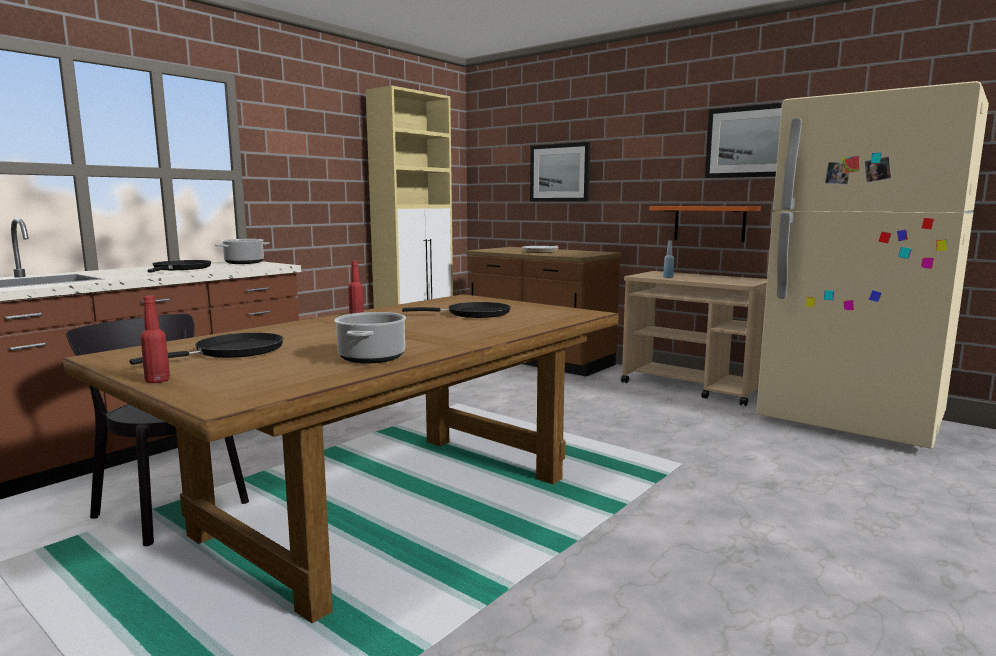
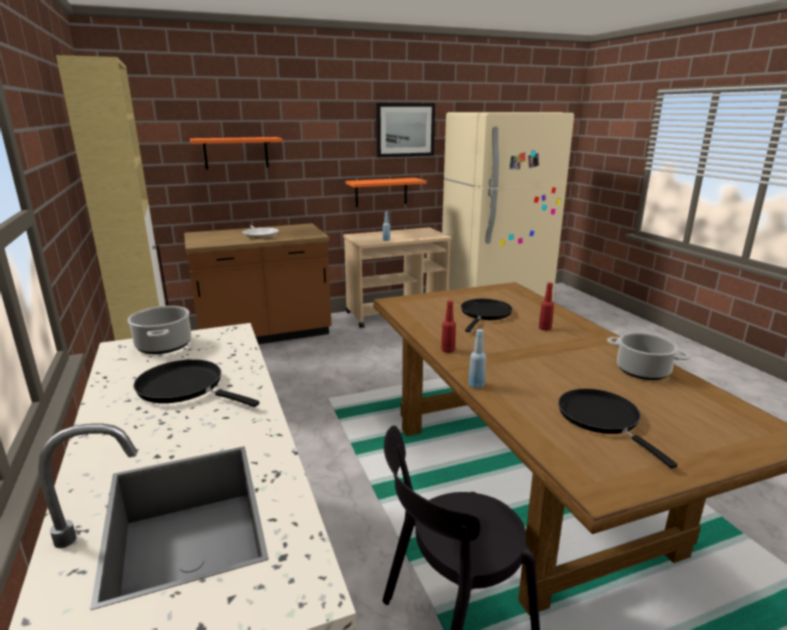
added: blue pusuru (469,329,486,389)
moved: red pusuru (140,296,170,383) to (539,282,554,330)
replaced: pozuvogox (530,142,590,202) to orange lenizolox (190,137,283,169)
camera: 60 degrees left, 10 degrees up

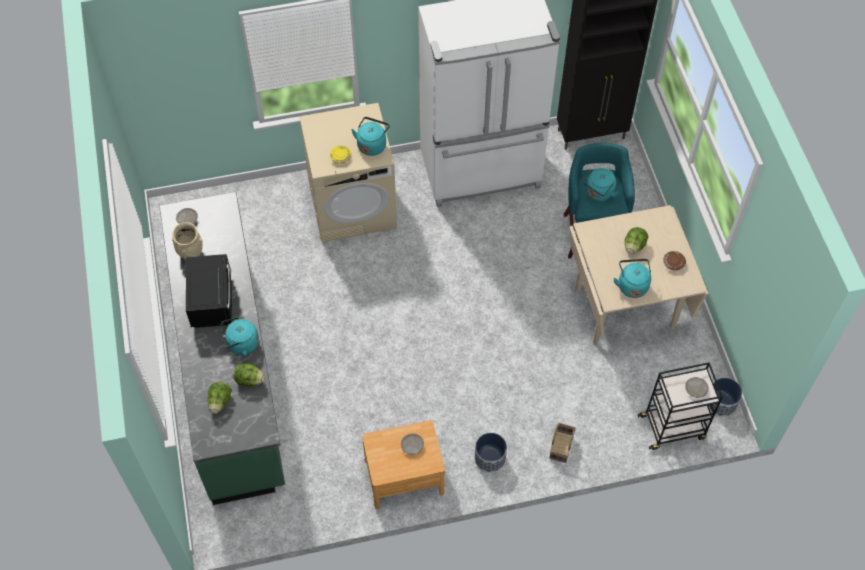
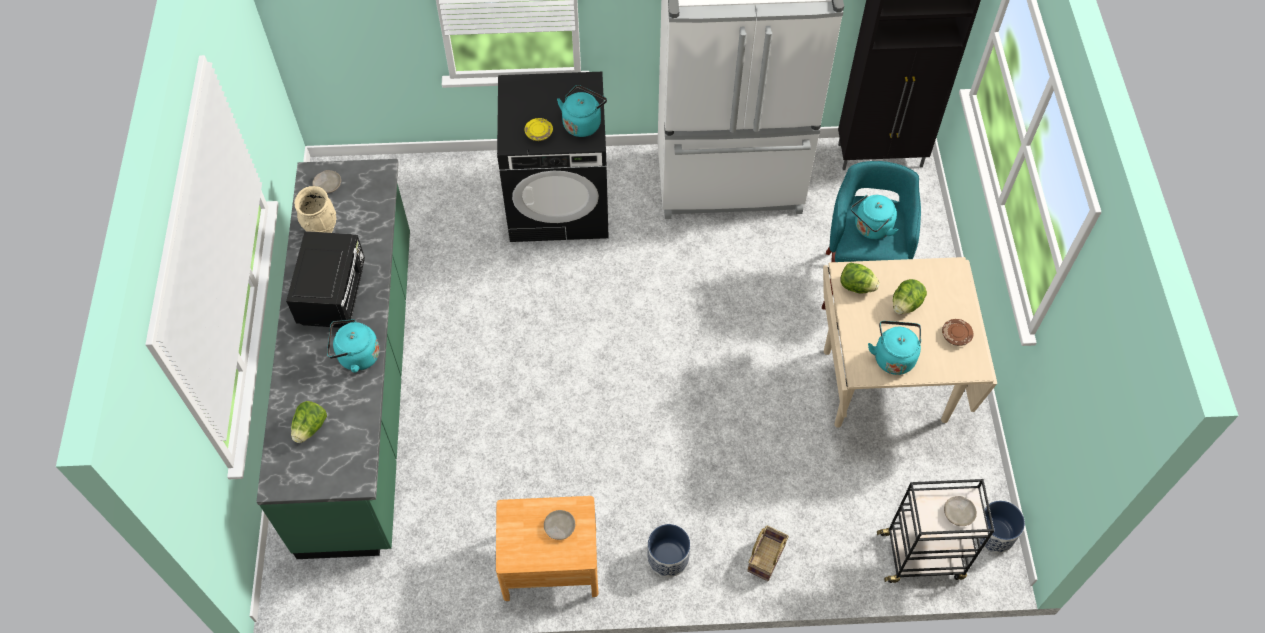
moved: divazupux (234,363,265,387) to (840,263,880,293)
recoloured: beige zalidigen (299,103,397,242) to black zalidigen (497,72,609,242)
camera: 10 degrees right, 0 degrees up

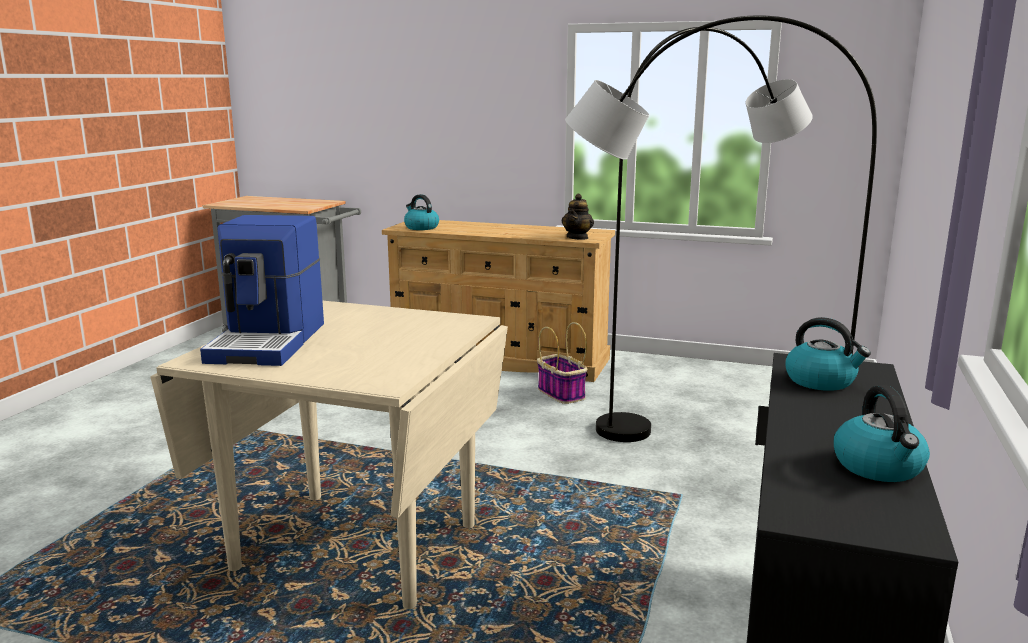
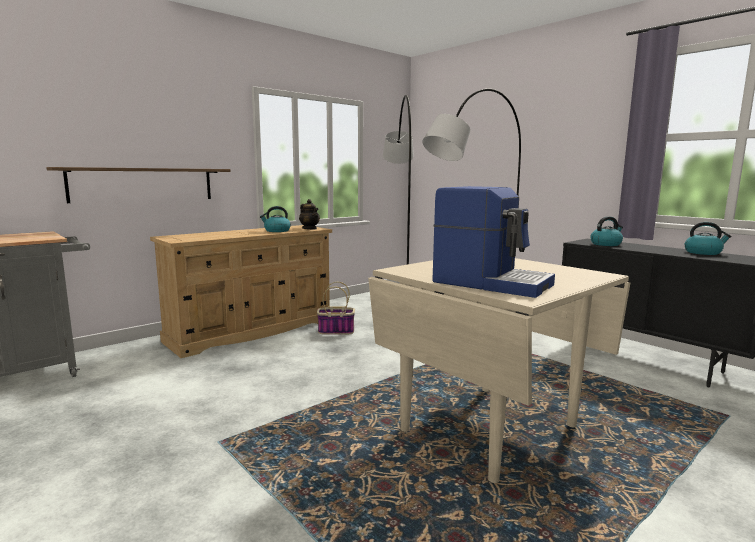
added: lenizolox (46,167,231,203)
moved: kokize (404,194,439,230) to (260,206,291,232)
camera: 60 degrees left, 5 degrees down

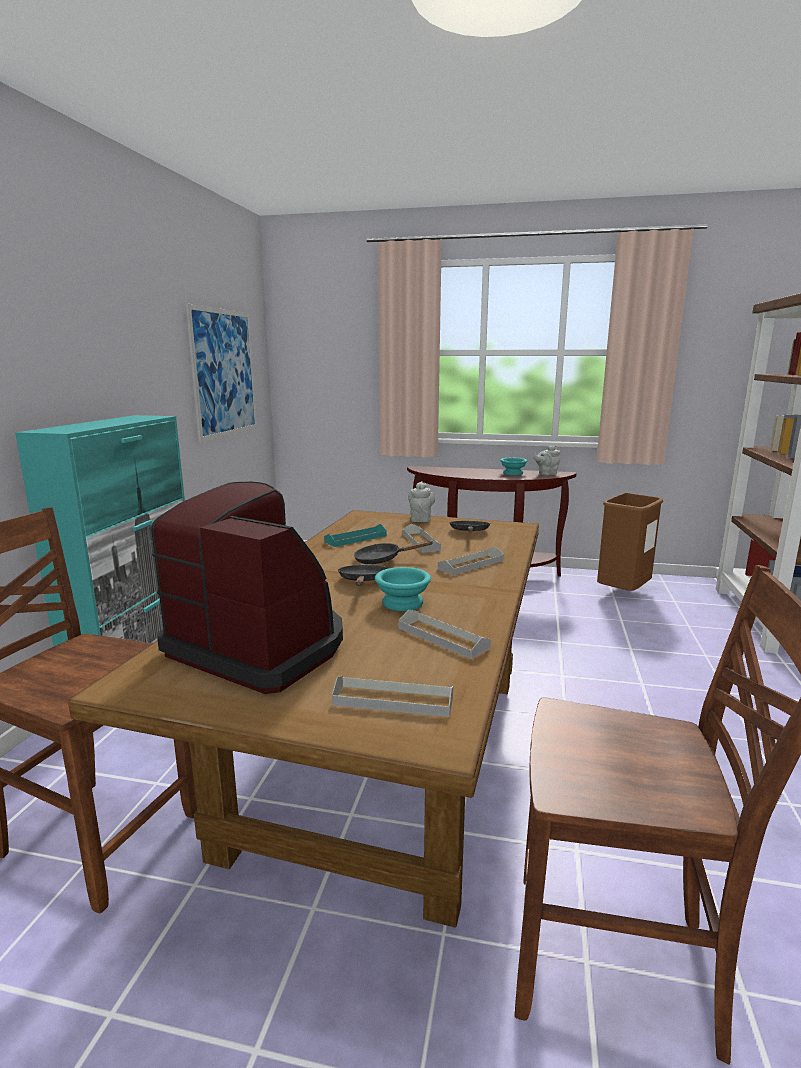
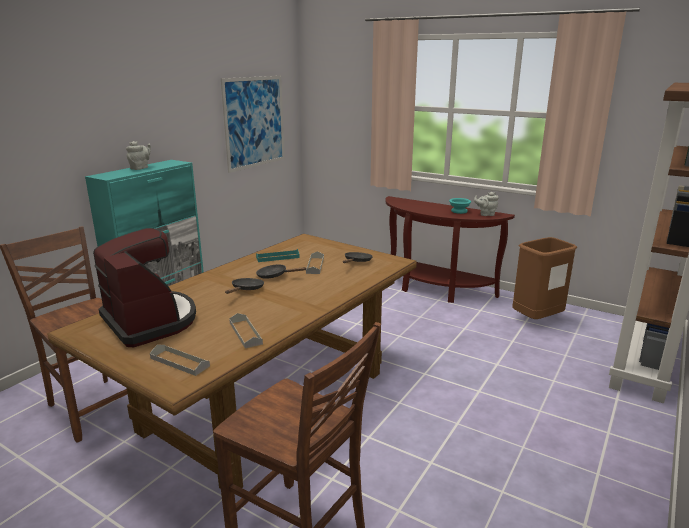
removed: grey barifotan (438,547,504,575); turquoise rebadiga (375,567,431,611)
moved: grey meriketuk (408,482,435,522) to (126,141,151,170)
camera: 20 degrees right, 5 degrees up

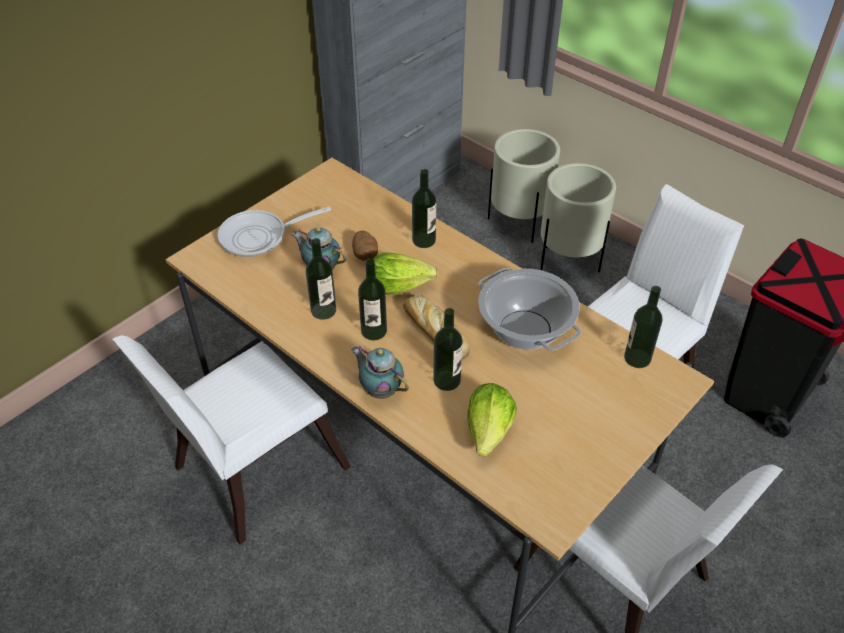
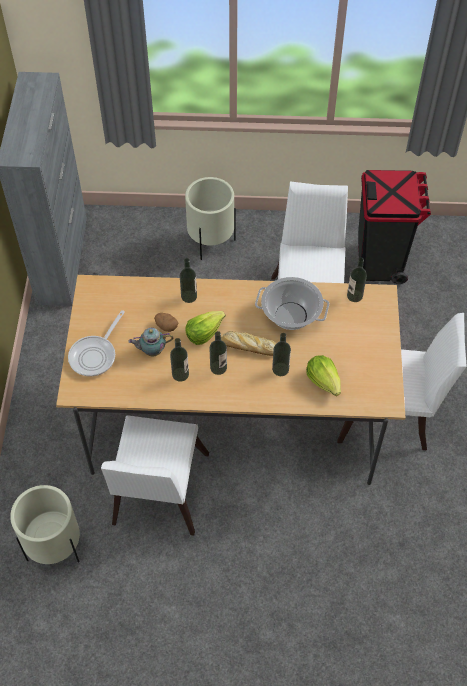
removed: meriketuk (351,346,409,399)
moved: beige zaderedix (488,129,560,243) to (10,485,80,564)
camera: 40 degrees left, 10 degrees up

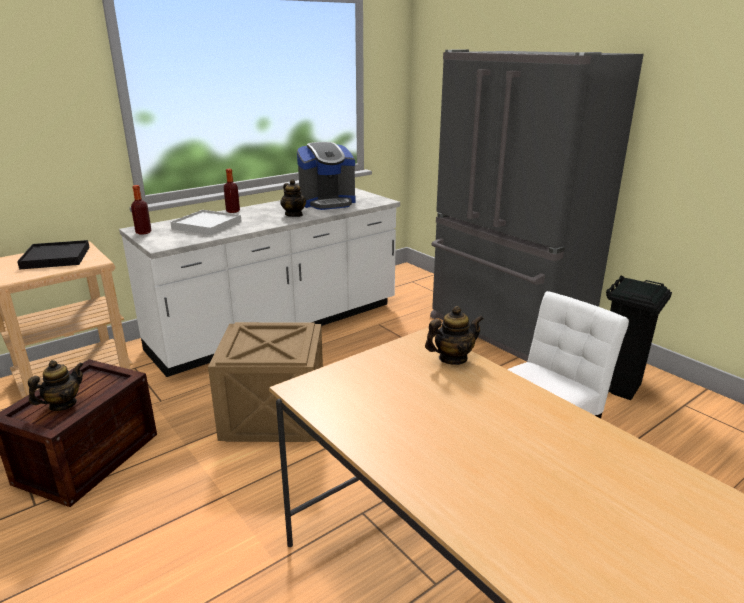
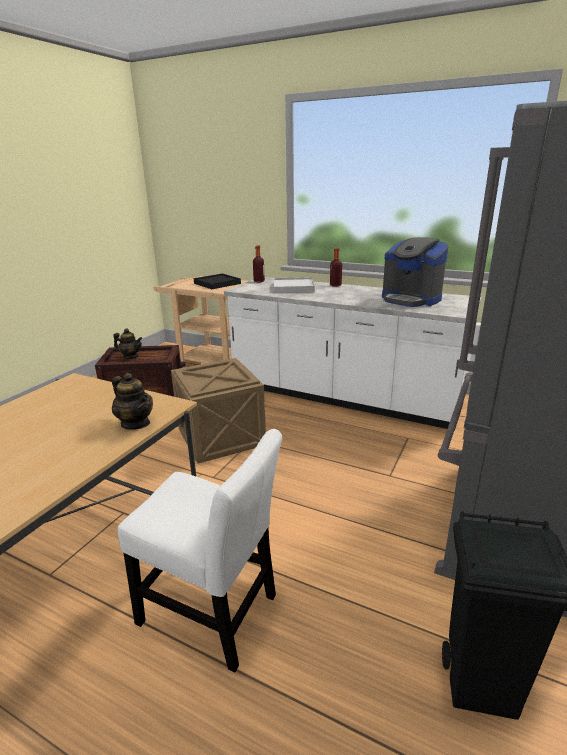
removed: meriketuk (280,179,306,217)
camera: 65 degrees right, 0 degrees up

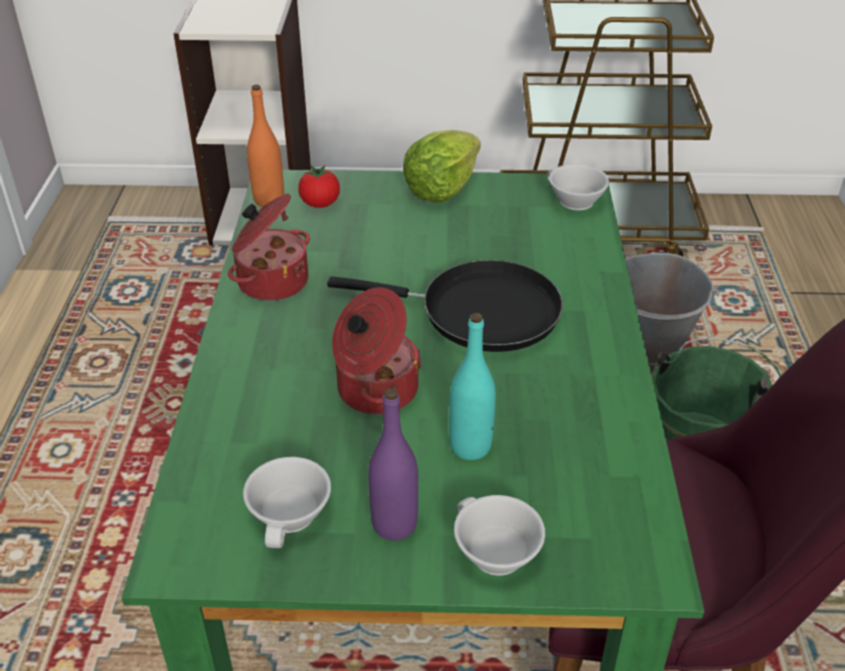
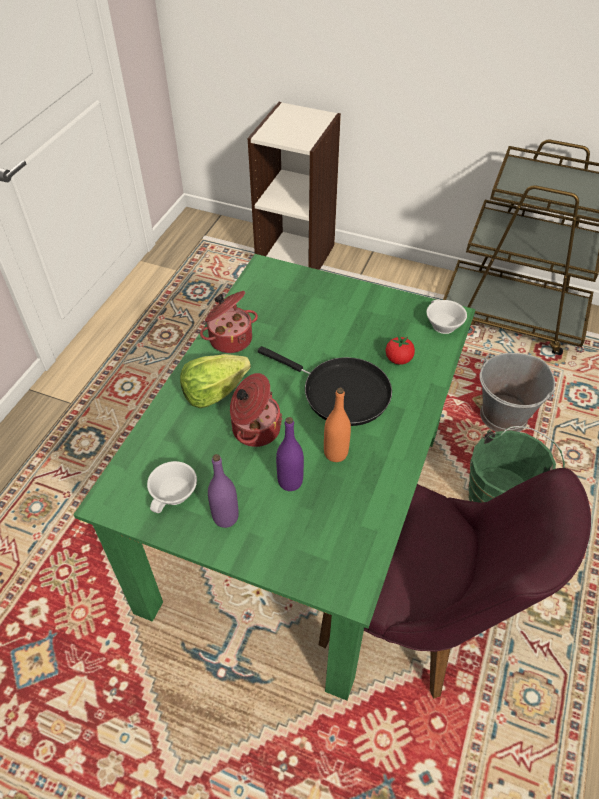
removed: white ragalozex (454,495,545,576)
moved: orange pusuru (247,85,284,207) to (324,388,351,462); divazupux (403,130,481,203) to (180,354,251,408); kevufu (298,166,340,208) to (386,335,415,365)
recoloured: turquoise pusuru (449,313,496,460) to purple pusuru (276,417,304,491)
camera: 20 degrees right, 10 degrees up

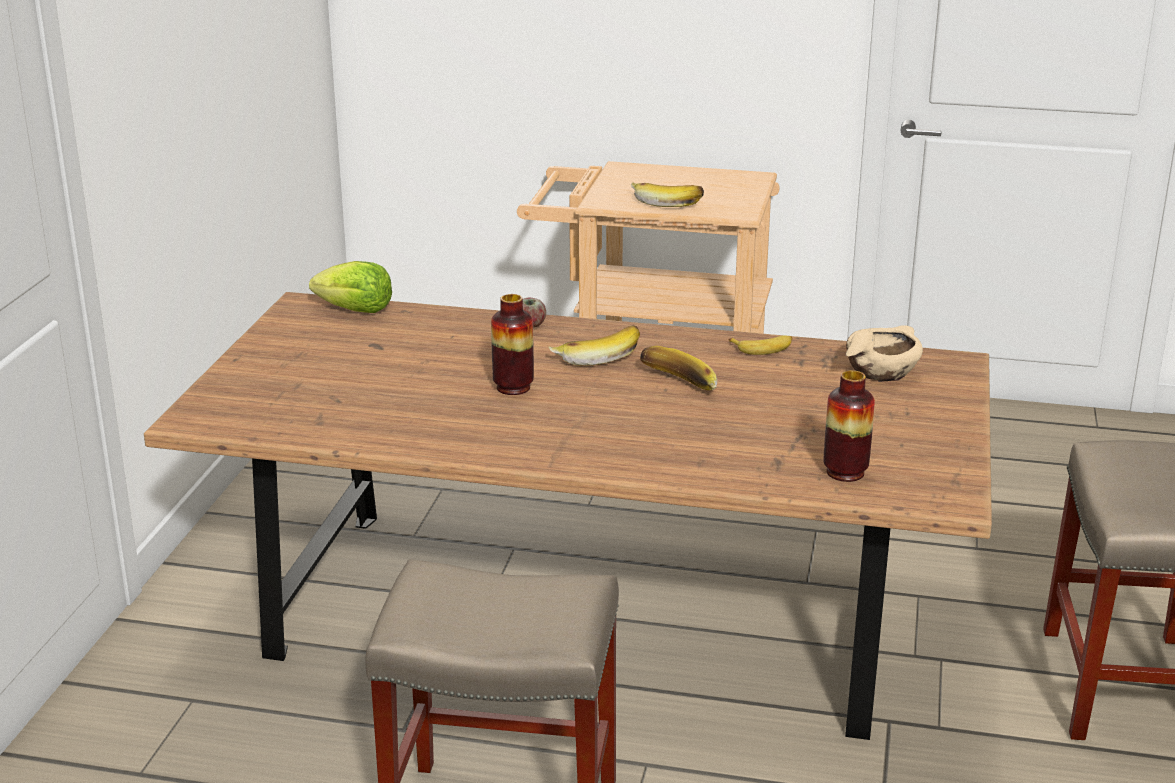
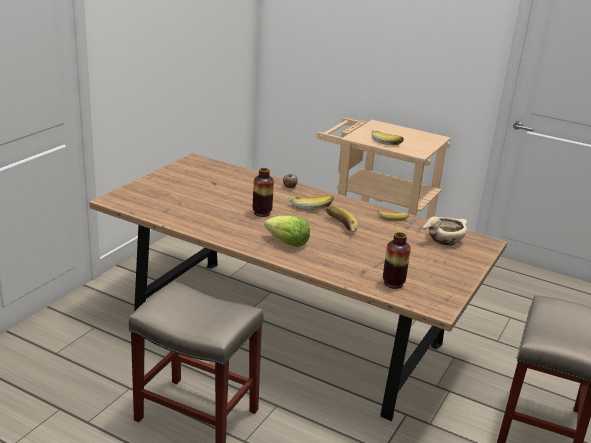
moved: divazupux (309,261,392,313) to (264,216,310,247)
camera: 15 degrees right, 0 degrees up

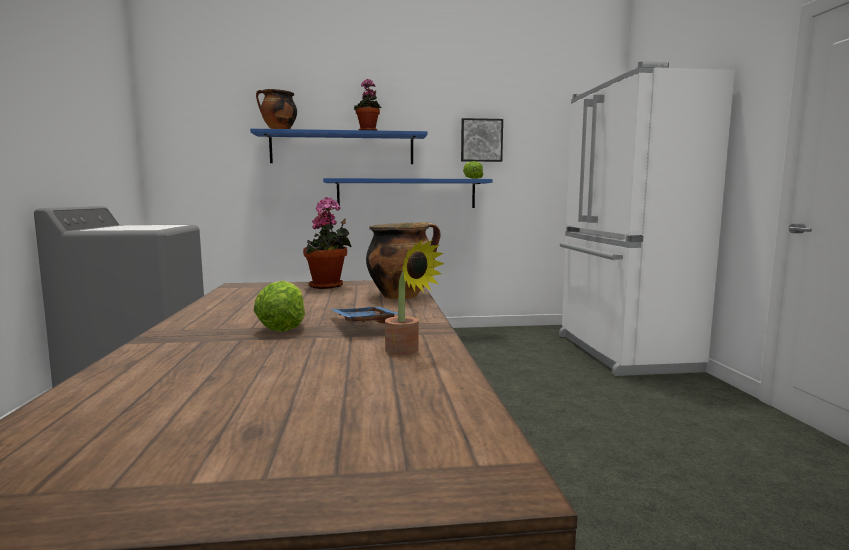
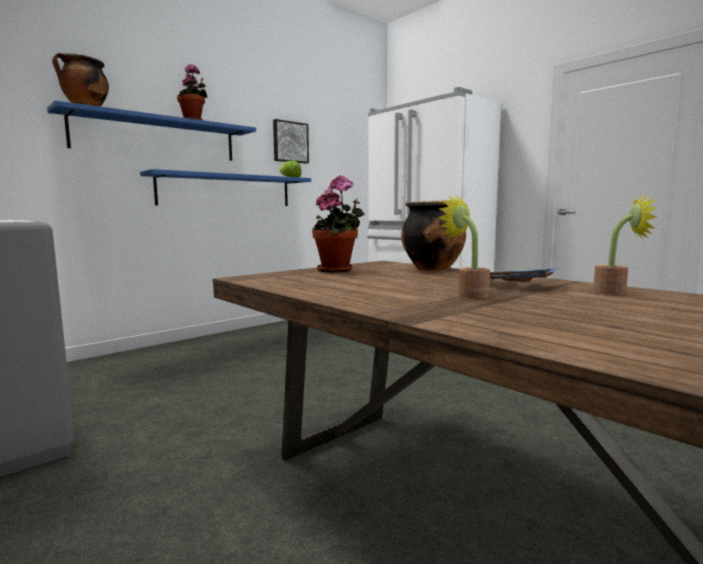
replaced: divazupux (254,281,305,332) to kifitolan (438,195,490,299)
camera: 35 degrees left, 0 degrees up

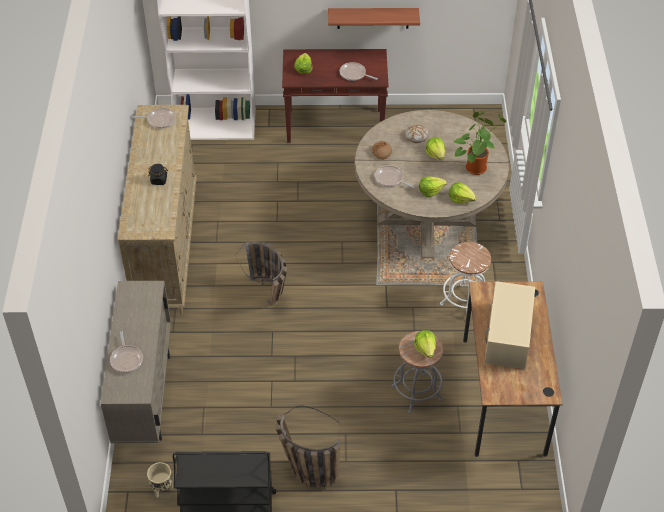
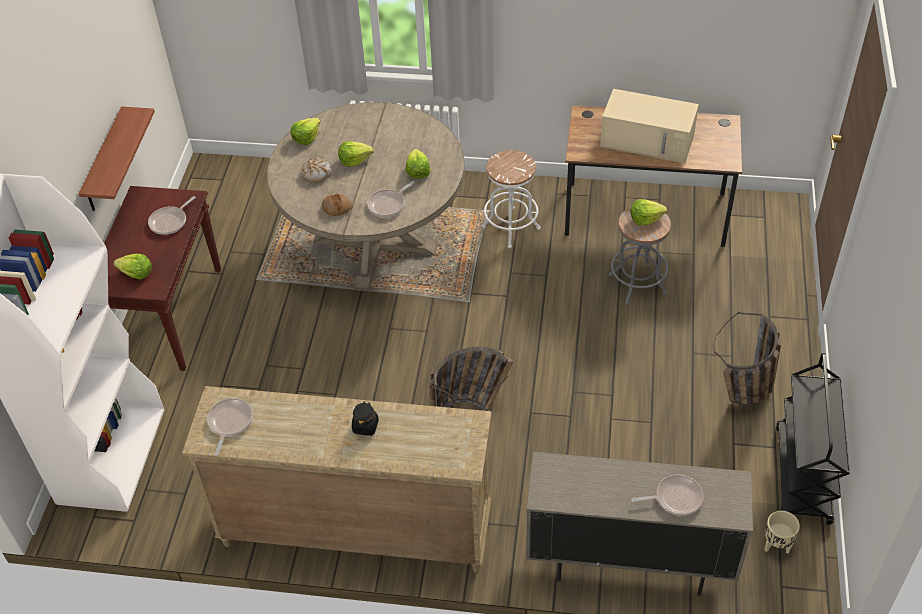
removed: kifitolan (453,111,506,175)
moved: divazupux (449,182,477,204) to (290,118,320,145)
camera: 80 degrees left, 0 degrees up

